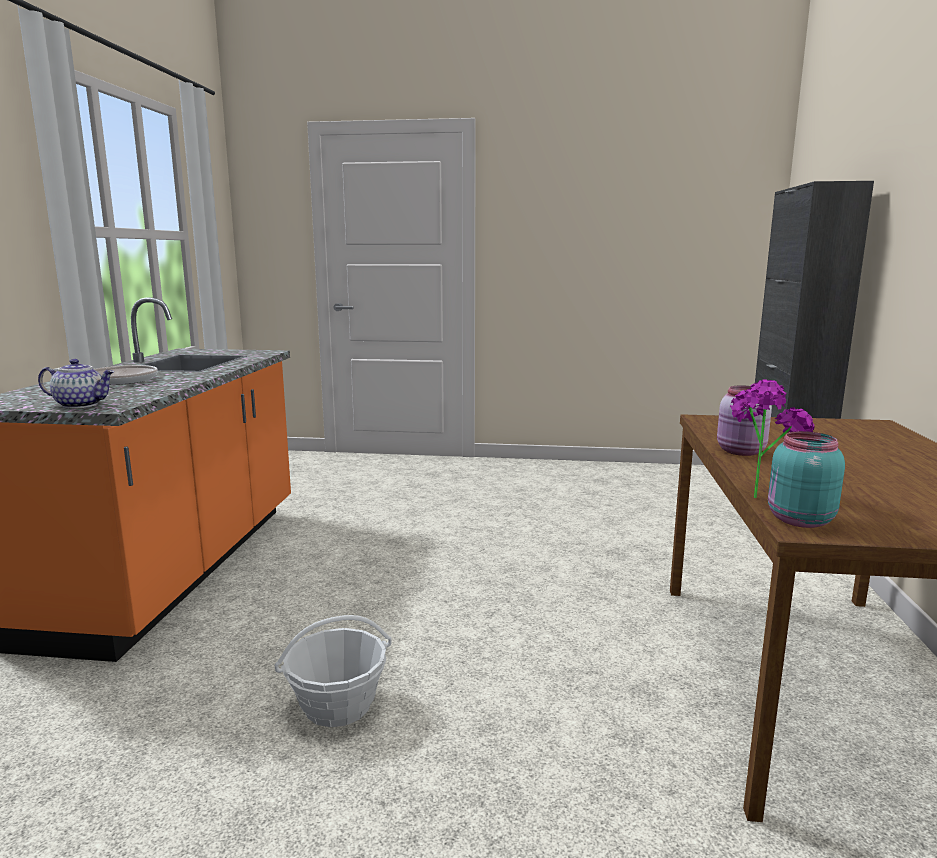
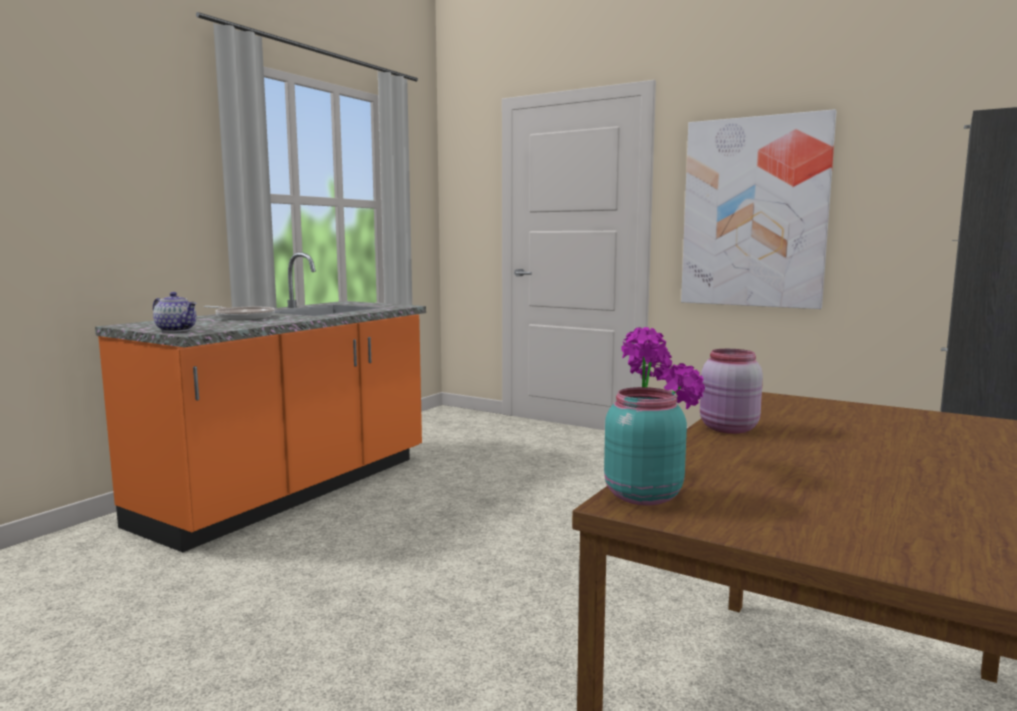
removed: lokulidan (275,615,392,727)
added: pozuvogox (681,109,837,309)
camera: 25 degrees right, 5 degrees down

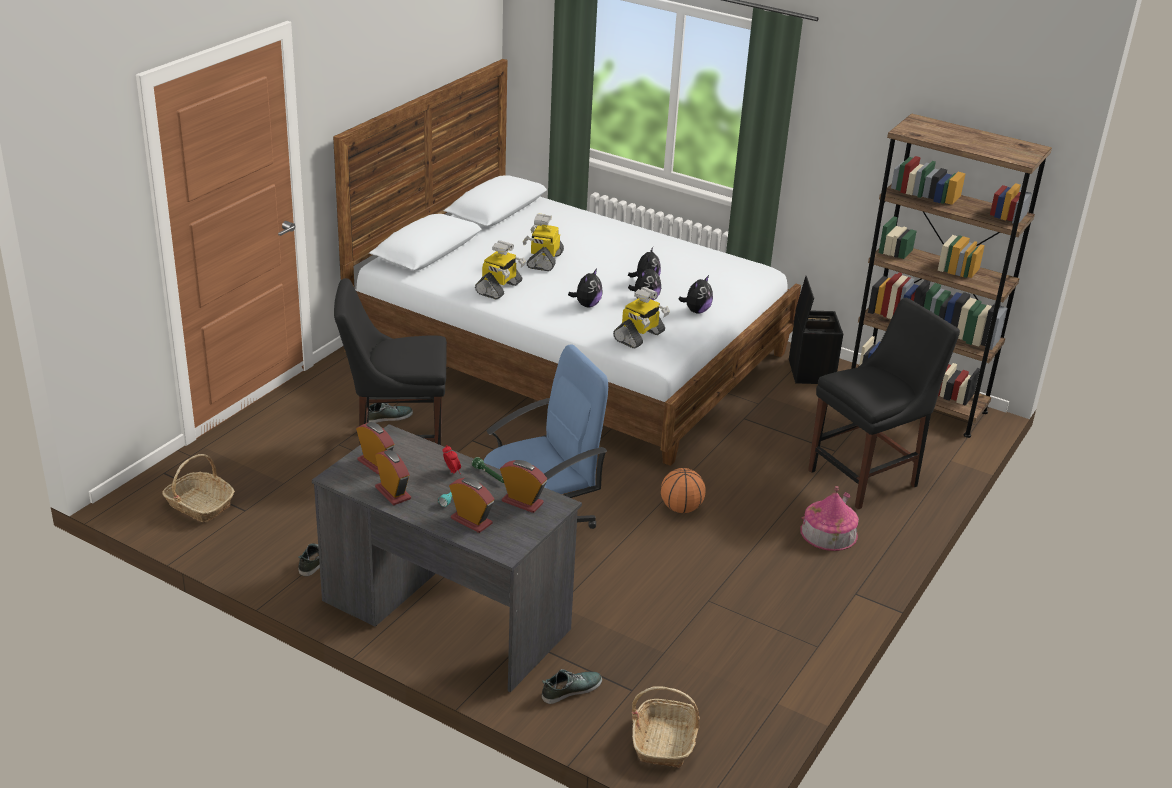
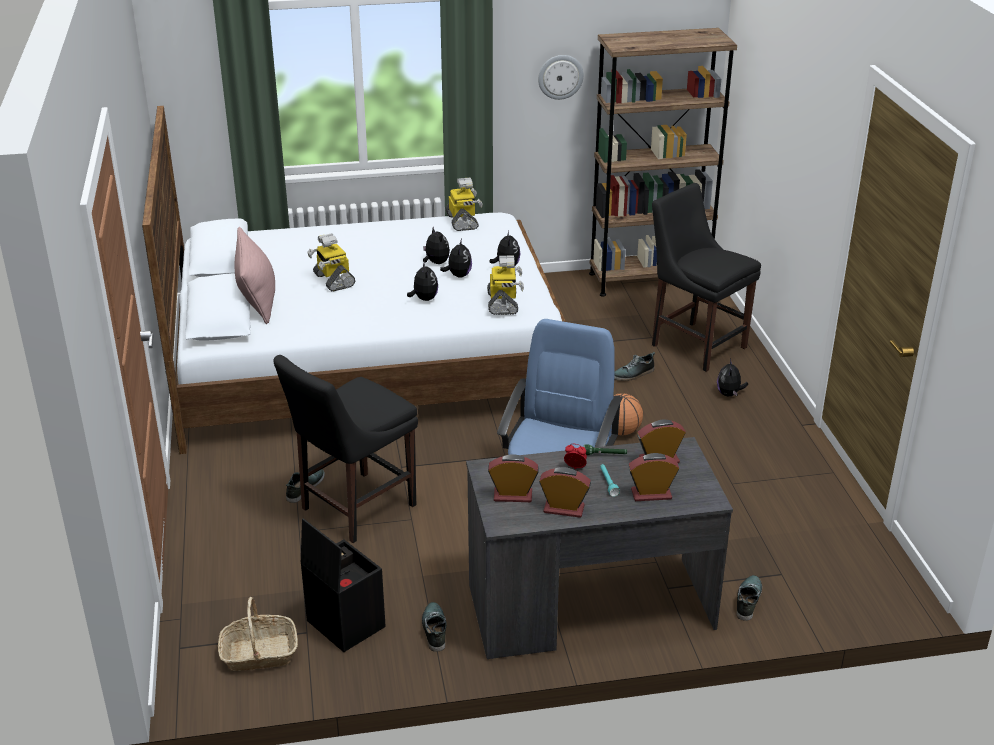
removed: lokulidan (631,686,700,768)
added: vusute (538,55,584,100); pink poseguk (234,227,275,324); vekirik (614,352,655,381)
moved: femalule (475,241,526,299) to (445,178,483,231); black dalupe (789,276,843,384) to (301,518,386,652)
replaced: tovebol (800,486,859,551) to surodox (717,358,748,396)
turned: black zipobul (808,298,960,510) = (652,183,761,372) 60 degrees counterclockwise
camera: 40 degrees left, 0 degrees up

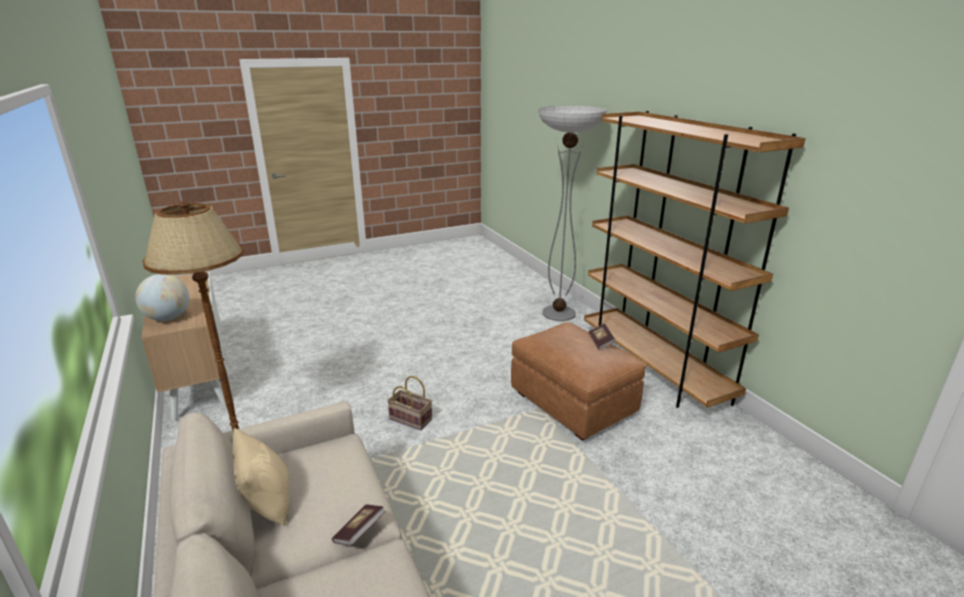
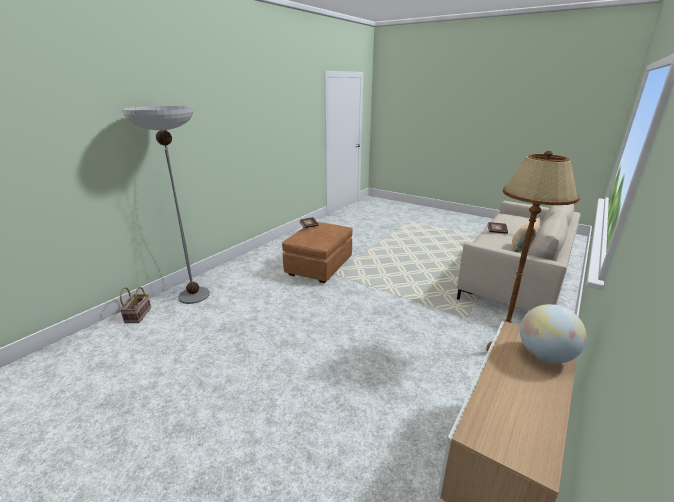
removed: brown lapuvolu (584,111,806,408)
moved: lokulidan (387,376,432,430) to (120,287,151,323)
camera: 120 degrees left, 0 degrees up

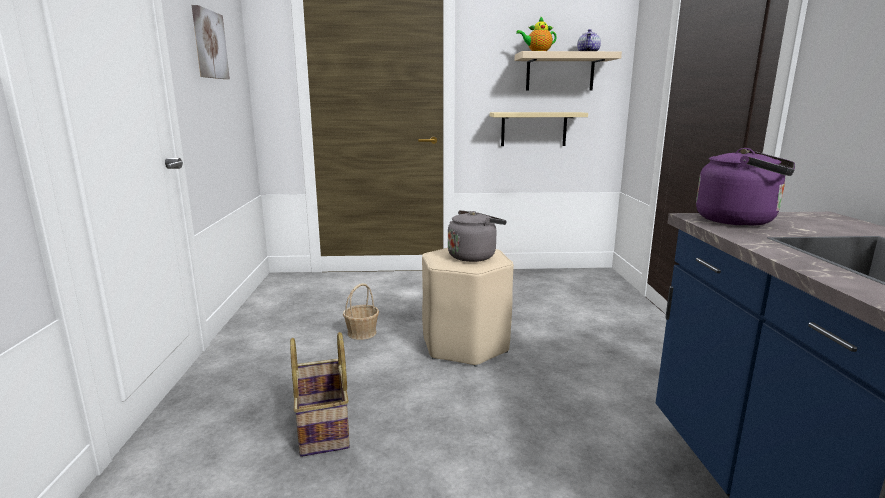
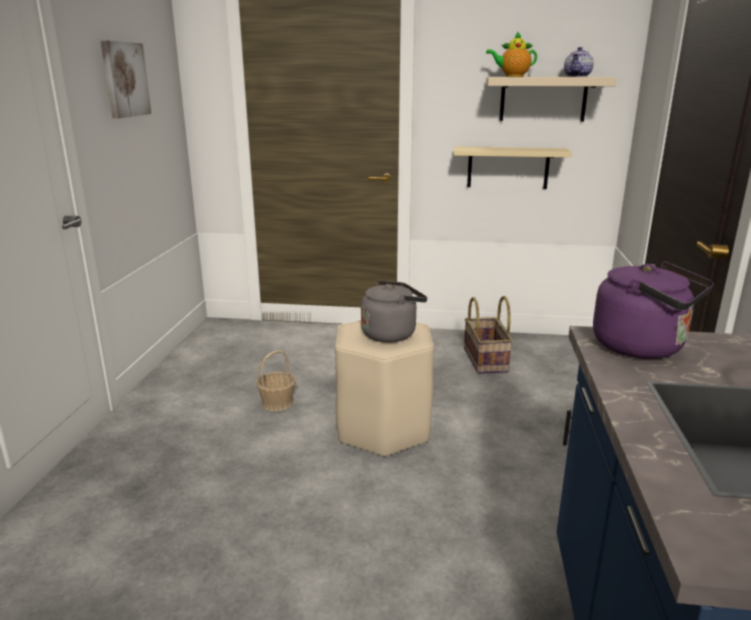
moved: lokulidan (290,332,350,457) to (464,296,513,374)
camera: 10 degrees right, 5 degrees up

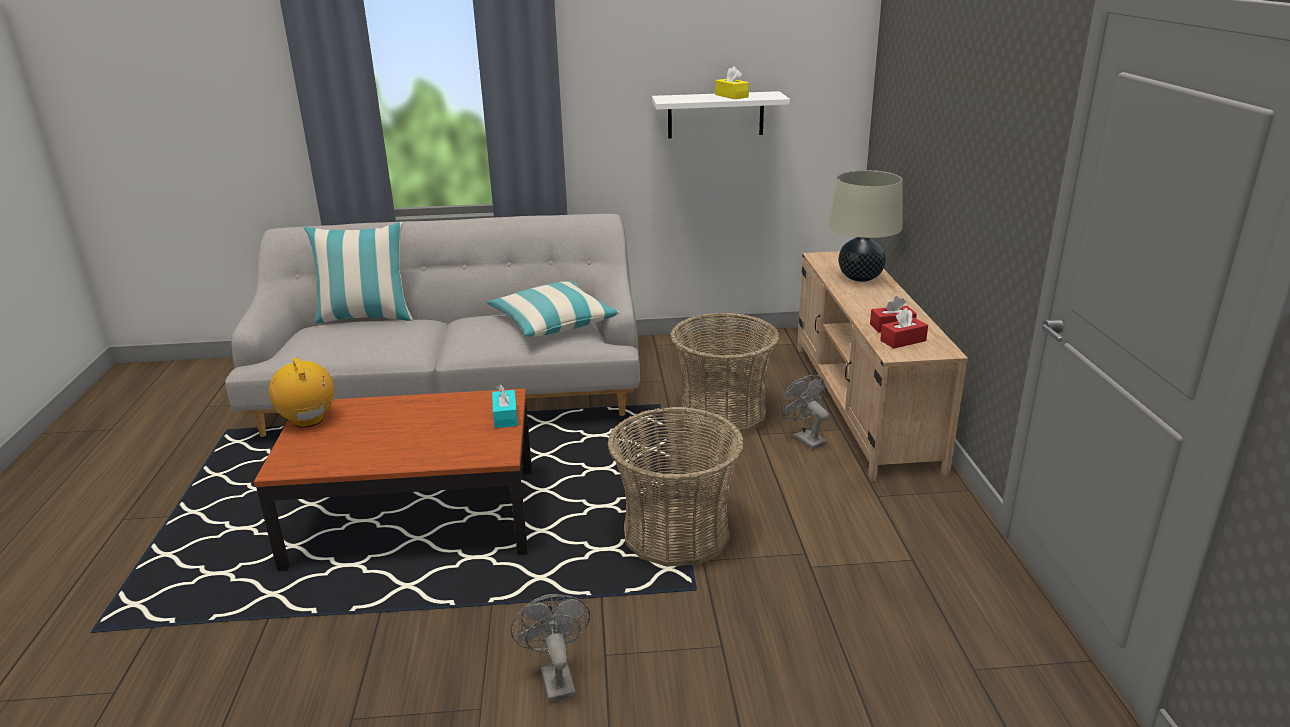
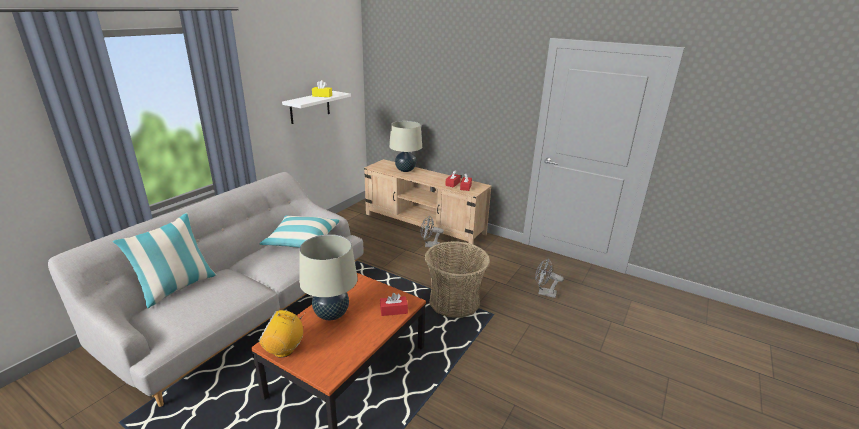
removed: lokulidan (670,313,780,436); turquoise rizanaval (492,384,518,428)
added: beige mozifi (299,234,358,320); red rizanaval (380,293,408,316)
moved: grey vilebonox (510,594,590,703) to (535,259,564,298)
camera: 55 degrees left, 0 degrees up

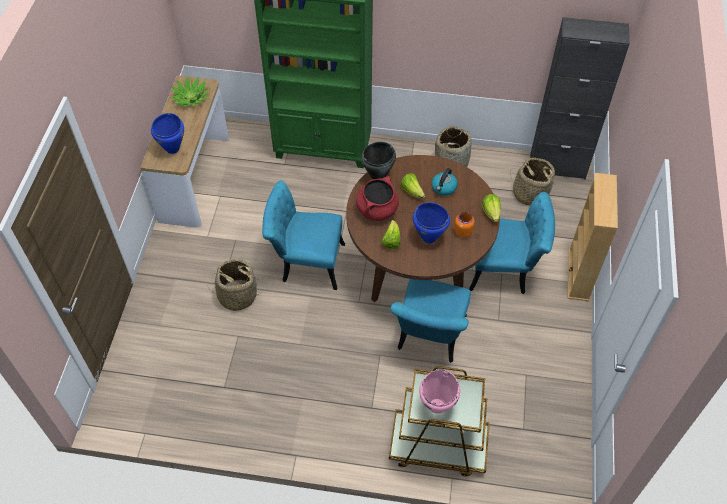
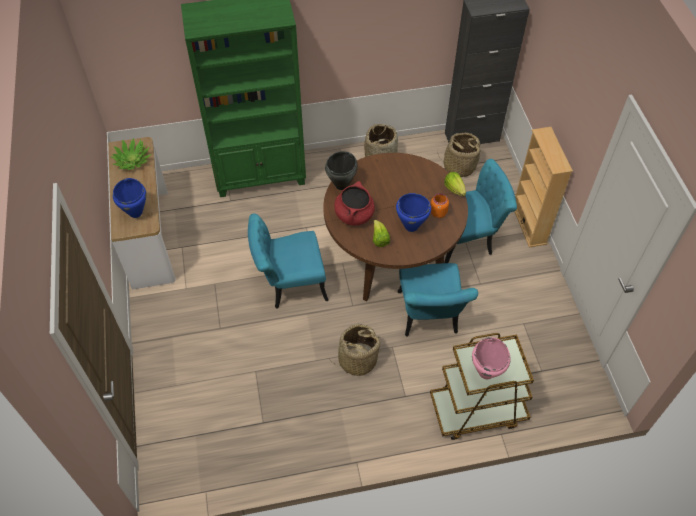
removed: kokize (432,168,458,196); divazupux (401,173,426,198)
moved: lokulidan (208,259,262,311) to (330,324,380,376)
camera: 20 degrees left, 0 degrees up

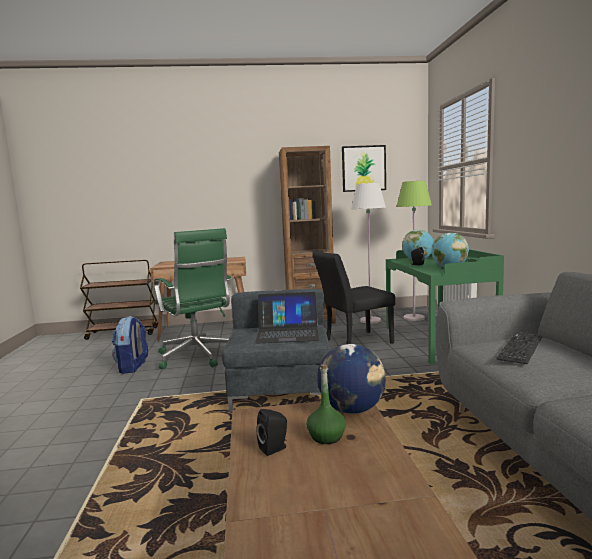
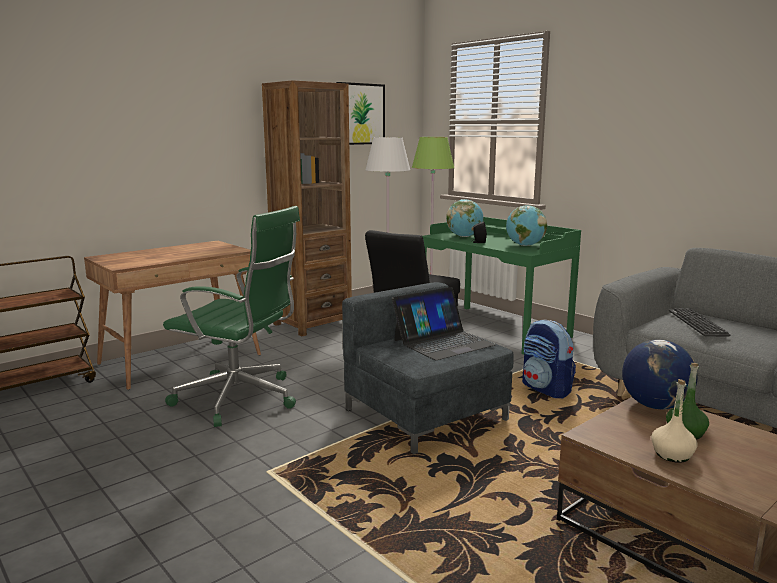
moved: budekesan (112,316,148,374) to (522,320,576,398)
replaced: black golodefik (256,409,287,456) to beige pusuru (651,379,698,463)
camera: 35 degrees left, 5 degrees up

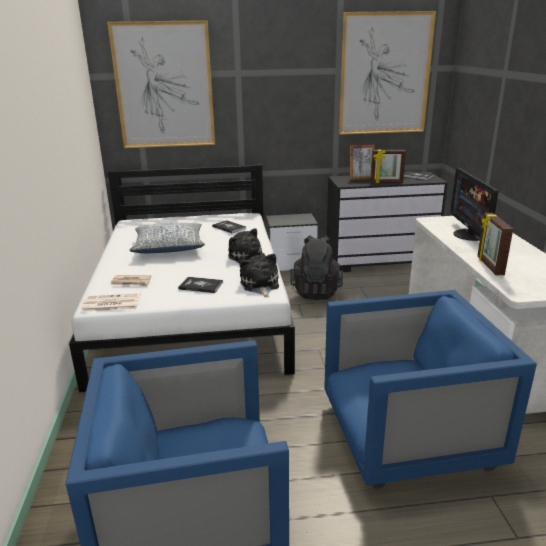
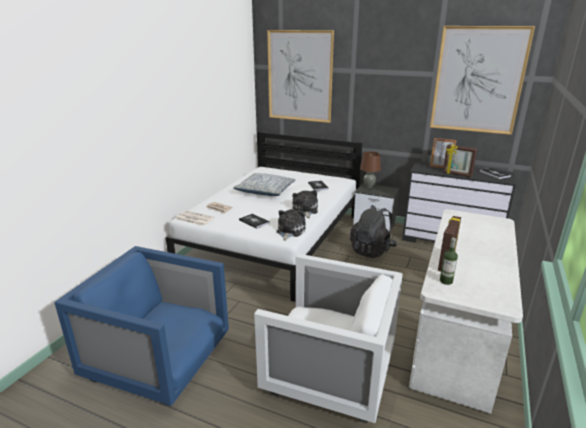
removed: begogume (450,168,499,241)
added: brown mozifi (360,151,381,188); pusuru (440,238,458,285)
recoloured: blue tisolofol (324,290,537,489) to white tisolofol (254,254,403,423)
camera: 30 degrees right, 0 degrees up

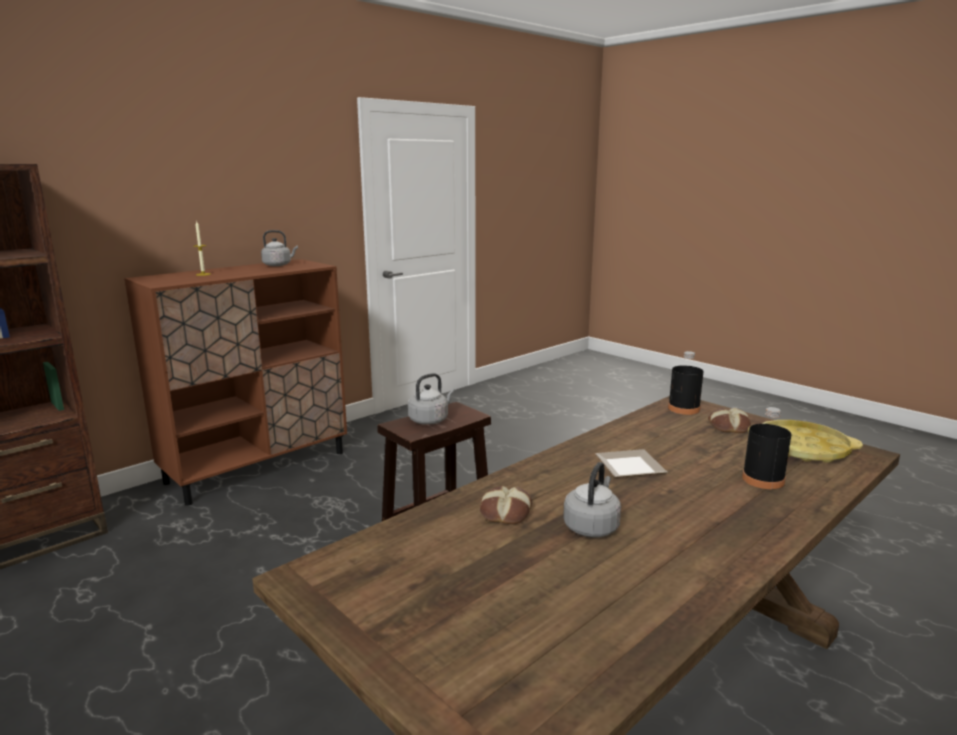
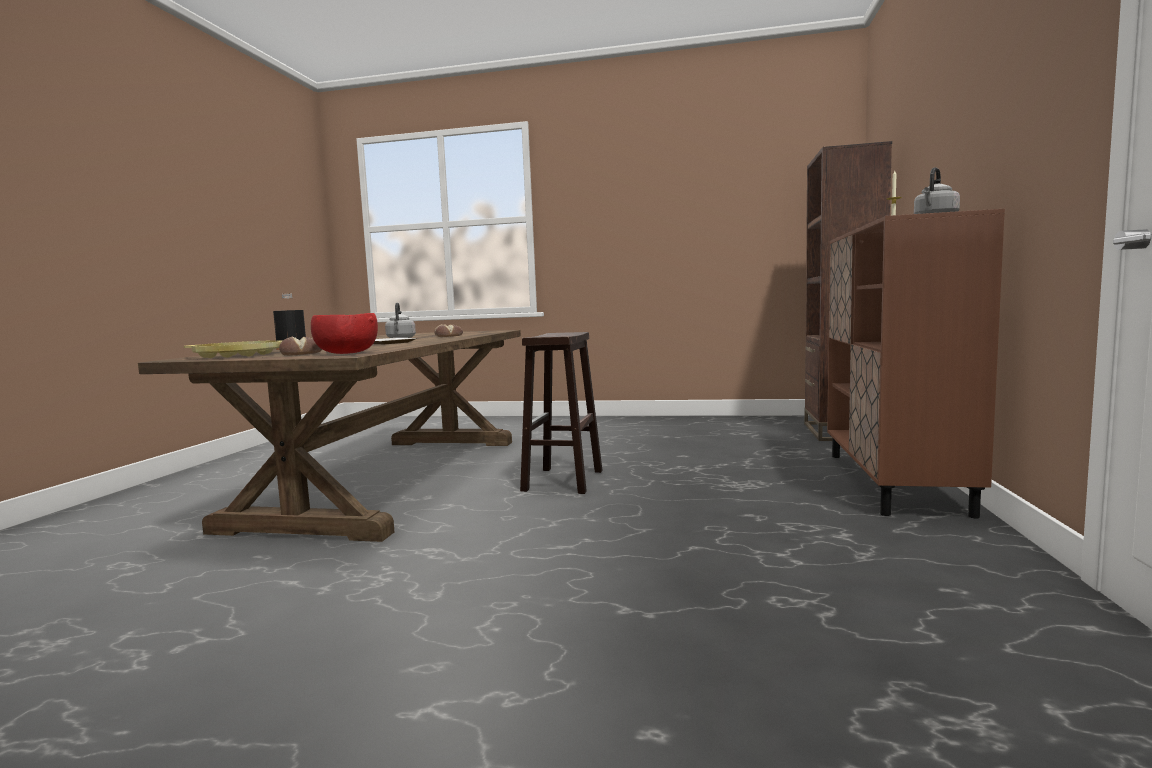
removed: grey kokize (408,373,455,425)
replaced: black pusuru (668,351,703,415) to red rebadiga (311,313,378,354)
camera: 145 degrees right, 10 degrees down

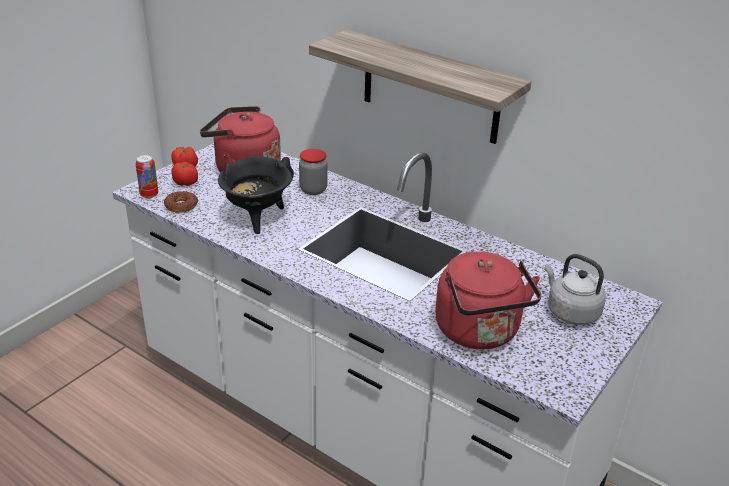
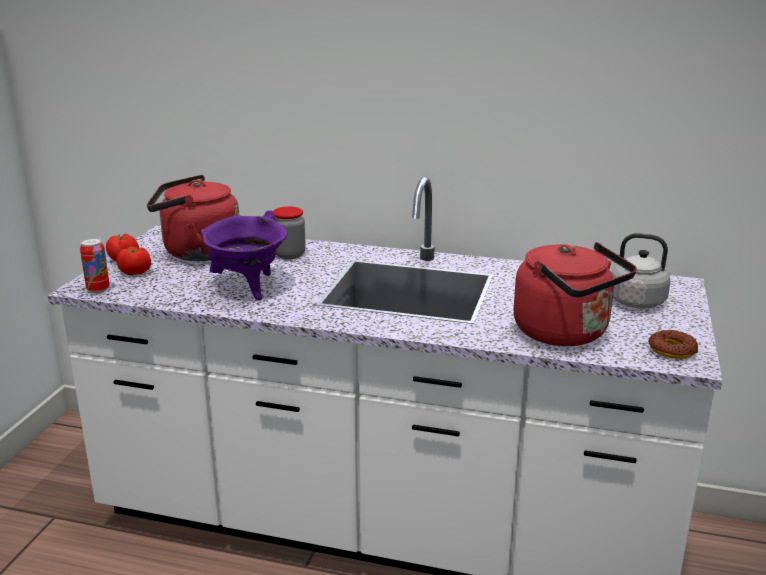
removed: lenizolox (309,29,532,144)
moved: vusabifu (164,191,198,213) to (648,330,698,359)
recoloured: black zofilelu (218,156,294,234) to purple zofilelu (201,210,288,300)
camera: 20 degrees left, 10 degrees down

